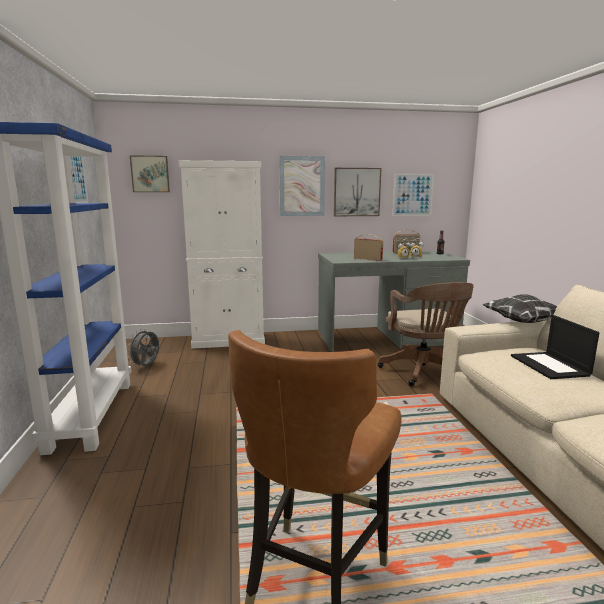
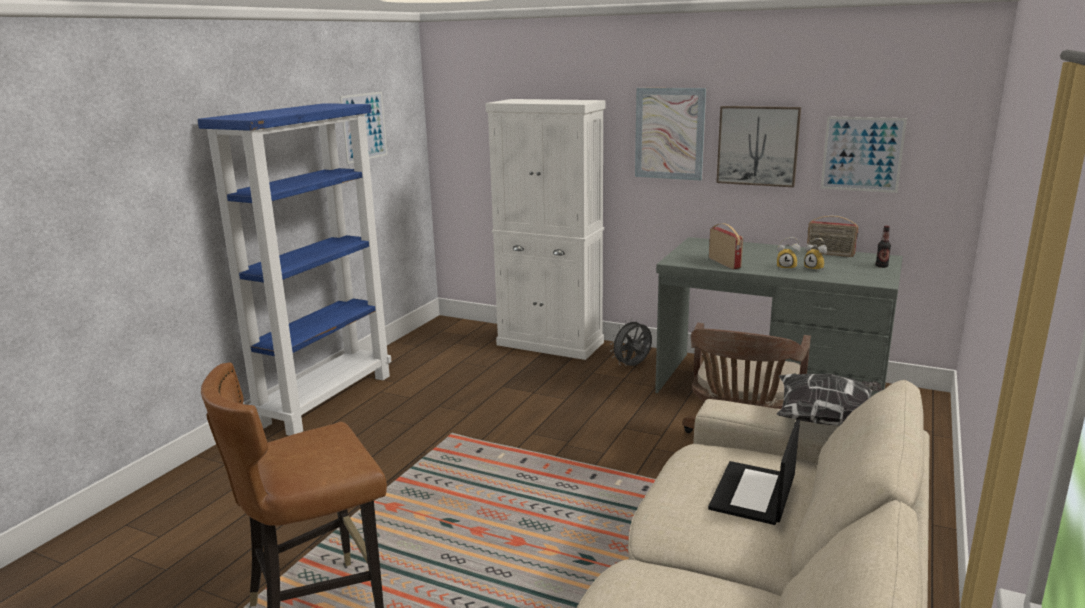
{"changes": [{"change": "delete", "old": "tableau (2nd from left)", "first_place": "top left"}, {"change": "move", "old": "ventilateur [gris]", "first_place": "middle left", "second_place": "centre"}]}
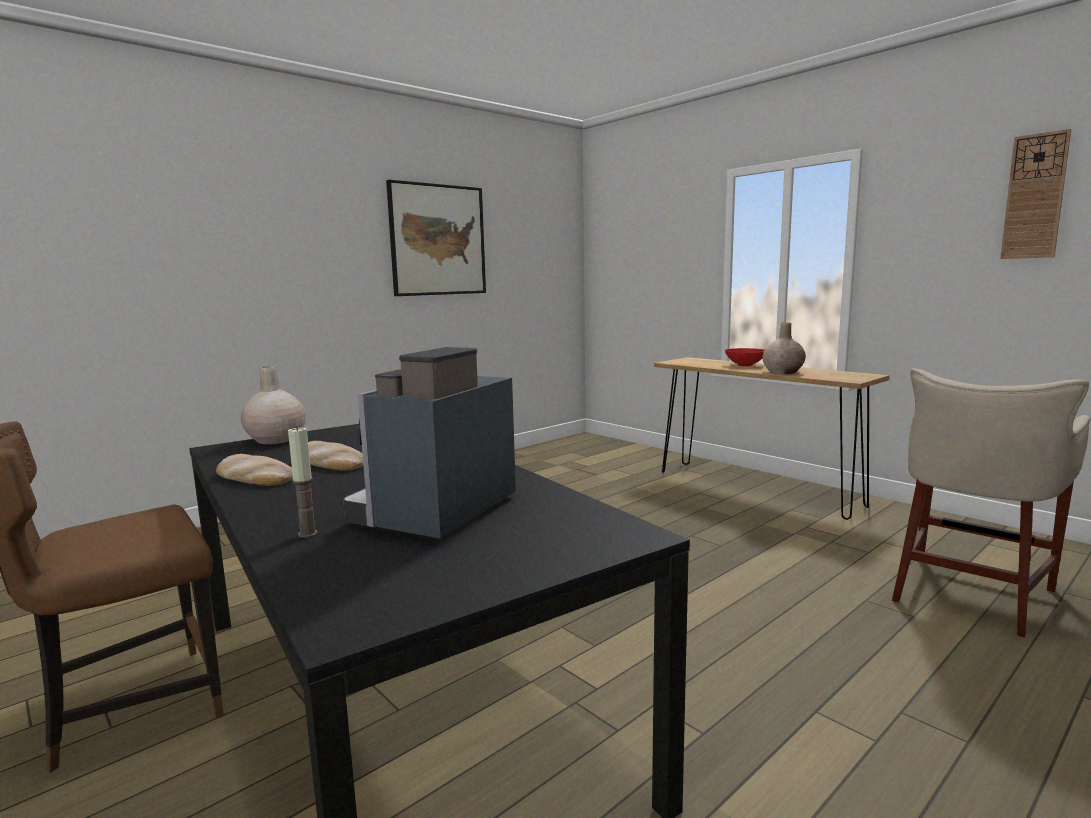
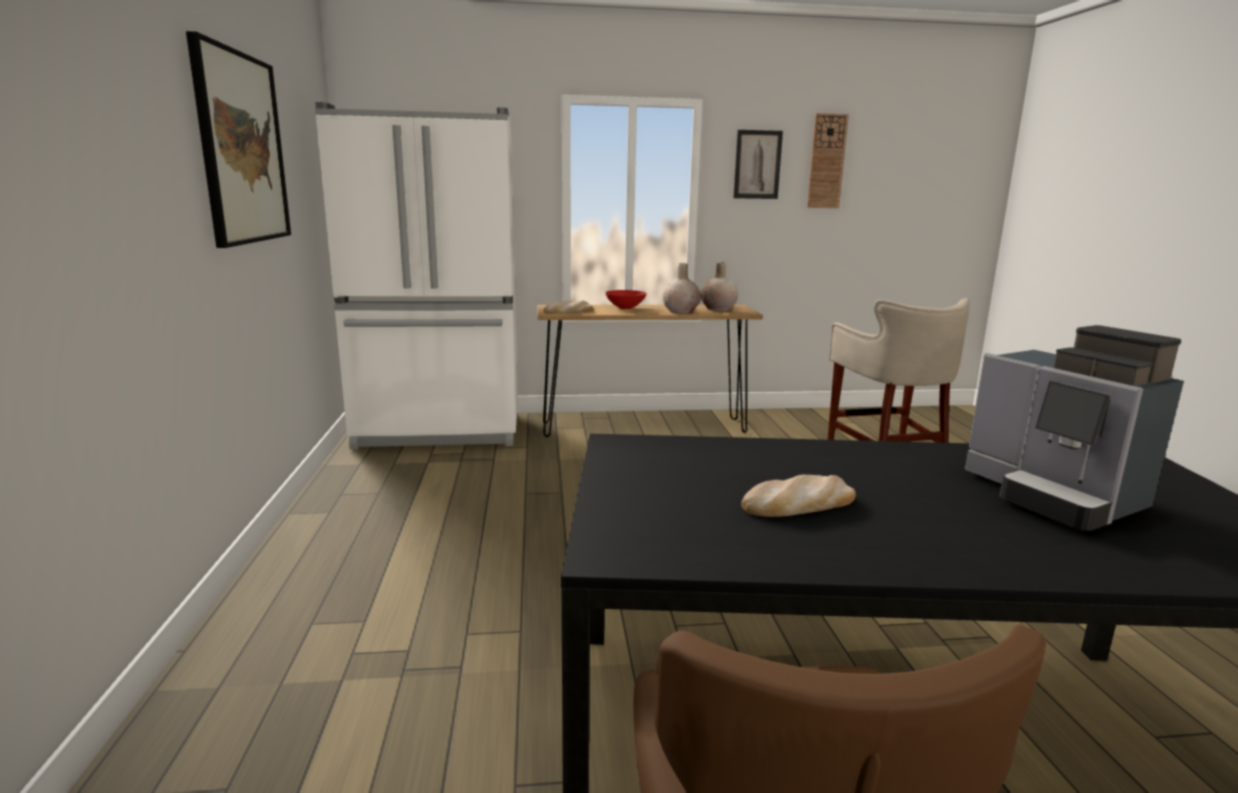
{"changes": [{"change": "delete", "old": "bougie", "first_place": "middle left"}, {"change": "insert", "new": "réfrigérateur [blanc]", "second_place": "centre"}, {"change": "insert", "new": "tableau (2nd from left)", "second_place": "top centre"}, {"change": "move", "old": "pain (1st from left)", "first_place": "middle left", "second_place": "centre"}, {"change": "move", "old": "vase [beige] (1st from left in the first image)", "new": "vase [beige] (2nd from left)", "first_place": "middle left", "second_place": "centre"}]}
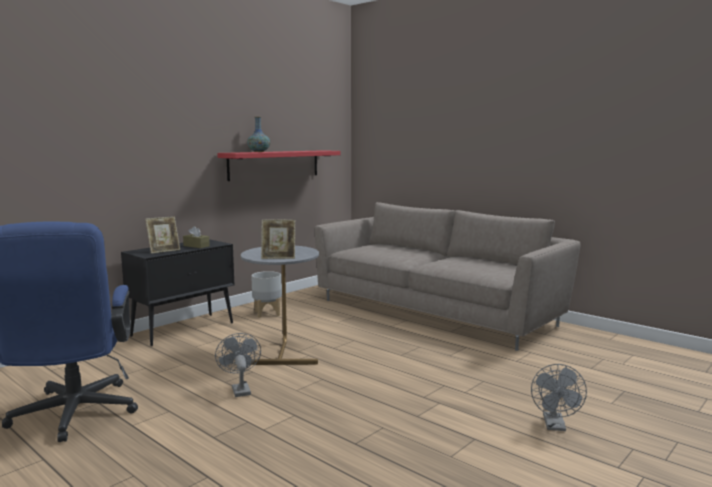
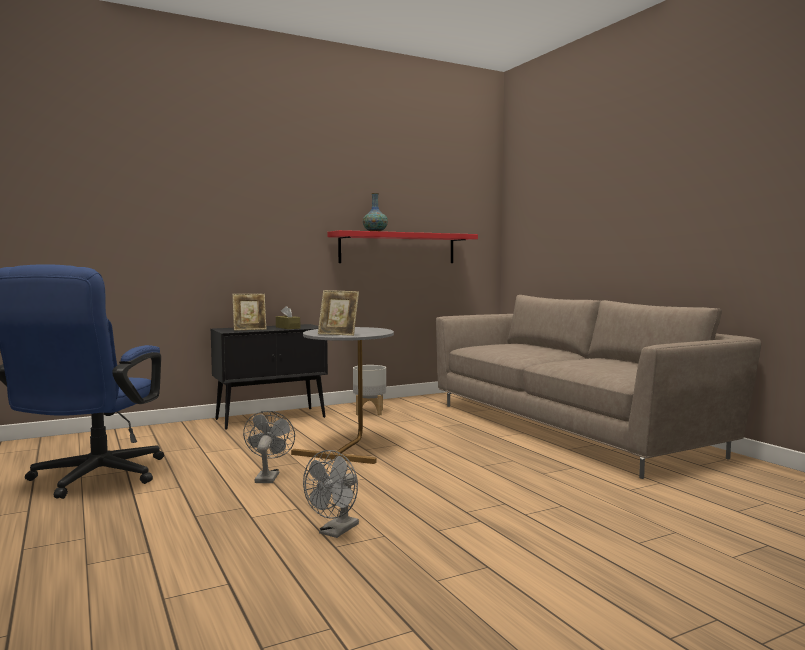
{"changes": [{"change": "move", "old": "ventilateur [gris] (2nd from left)", "first_place": "bottom right", "second_place": "bottom centre"}]}
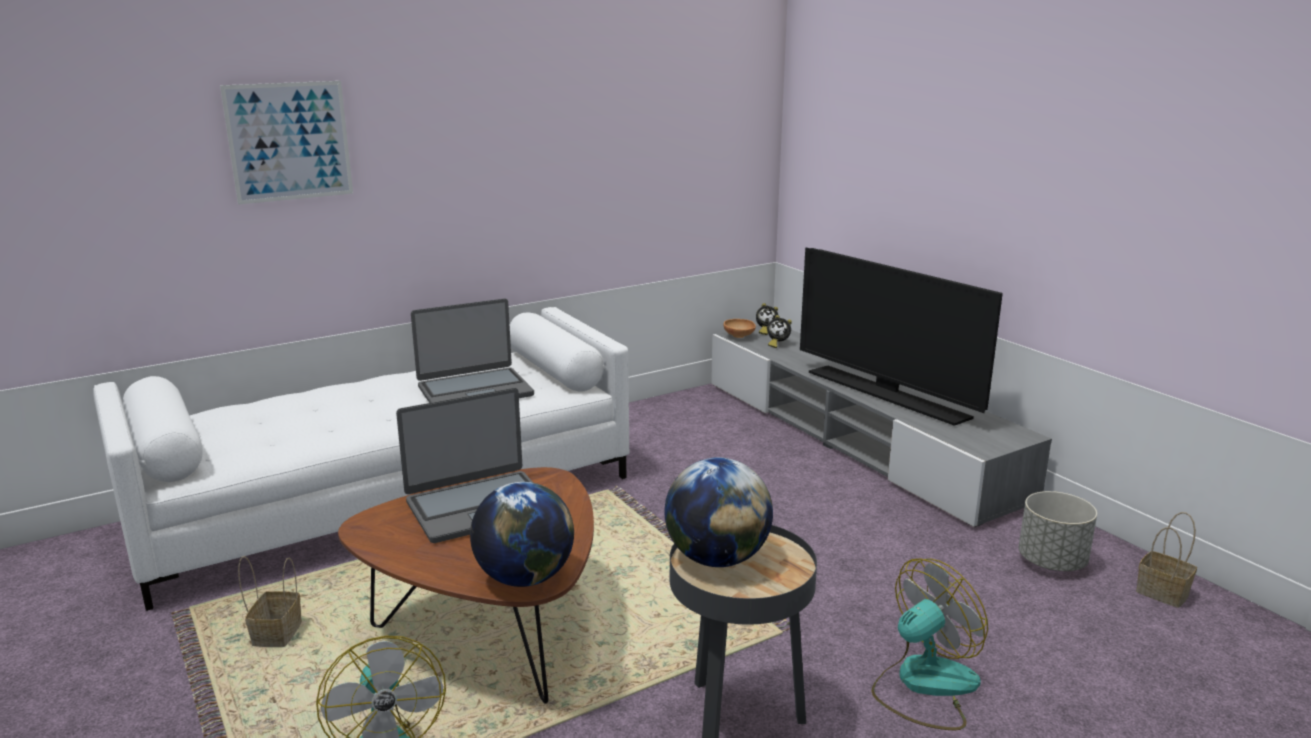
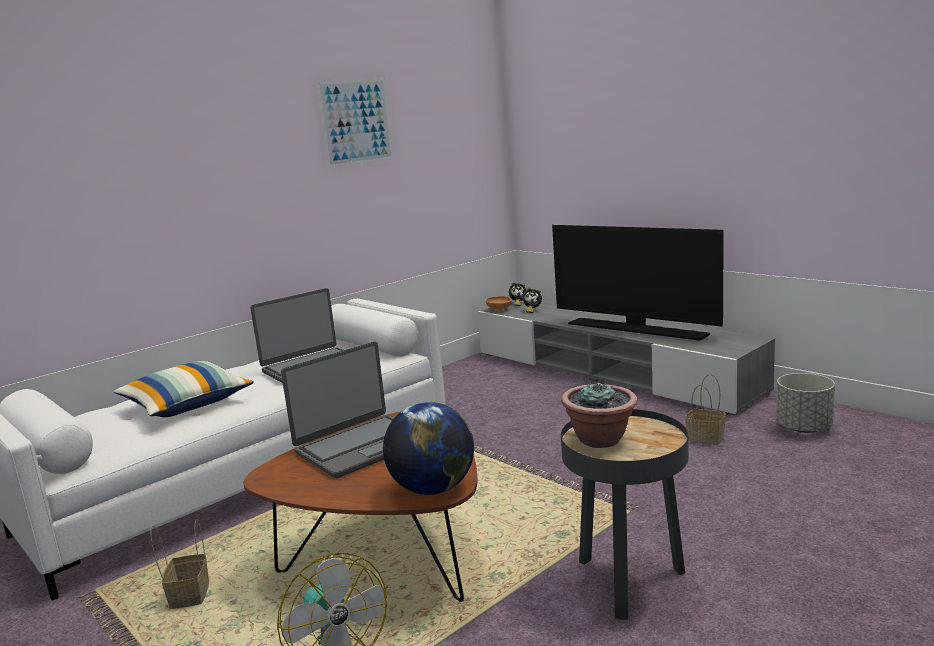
{"changes": [{"change": "delete", "old": "ventilateur (2nd from left)", "first_place": "bottom right"}, {"change": "insert", "new": "coussin", "second_place": "middle left"}, {"change": "move", "old": "tableau", "first_place": "top left", "second_place": "top centre"}, {"change": "move", "old": "panier (2nd from left)", "first_place": "bottom right", "second_place": "middle right"}, {"change": "replace", "old": "globe (2nd from left)", "new": "plante en pot", "first_place": "bottom centre", "second_place": "centre"}]}
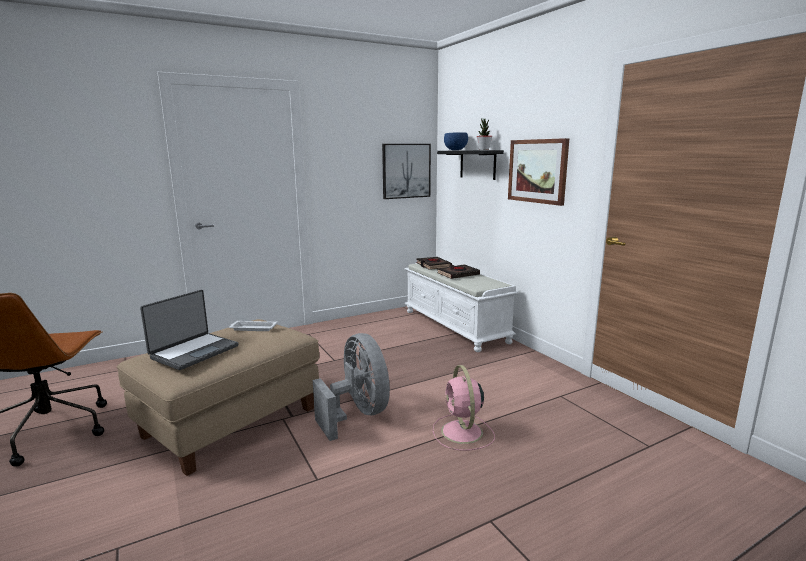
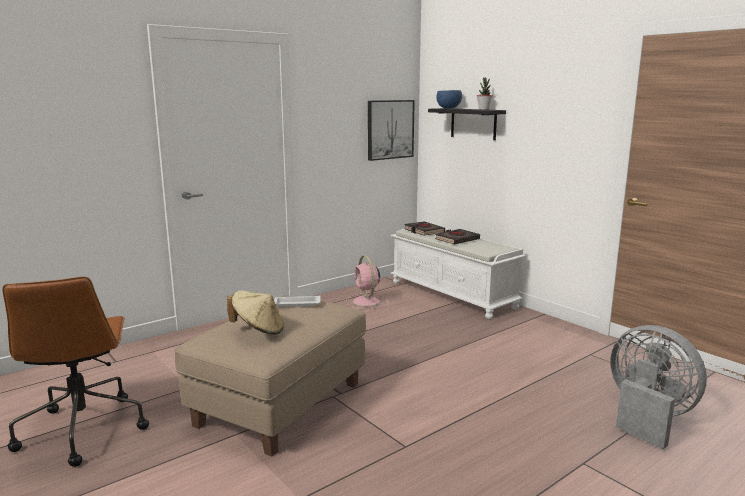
{"changes": [{"change": "delete", "old": "tableau (2nd from left)", "first_place": "top right"}, {"change": "move", "old": "ventilateur [gris]", "first_place": "bottom centre", "second_place": "bottom right"}, {"change": "move", "old": "ventilateur [rose]", "first_place": "bottom centre", "second_place": "centre"}, {"change": "replace", "old": "ordinateur portable", "new": "chapeau [beige]", "first_place": "middle left", "second_place": "centre"}]}
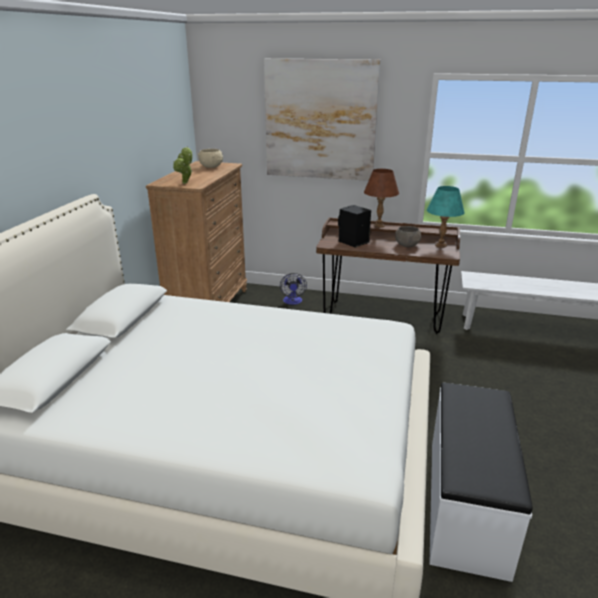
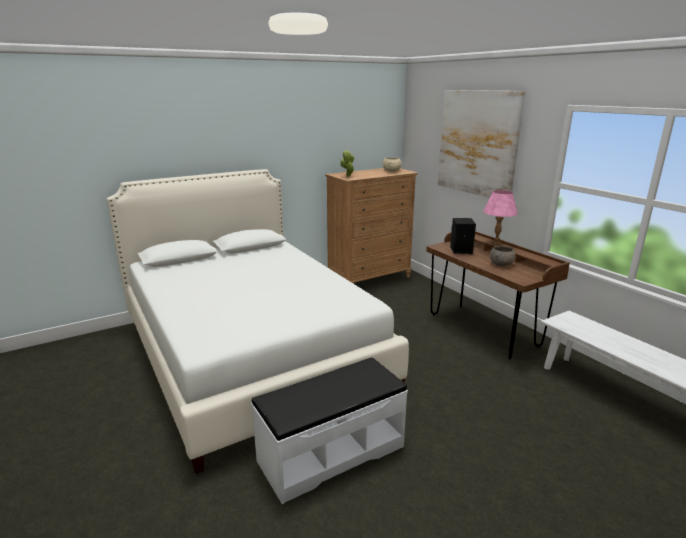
{"changes": [{"change": "delete", "old": "ventilateur", "first_place": "centre"}, {"change": "delete", "old": "lampe de table [turquoise]", "first_place": "middle right"}, {"change": "recolor", "old": "lampe de table [marron]", "new": "lampe de table [rose]", "first_place": "top centre", "second_place": "middle right"}]}
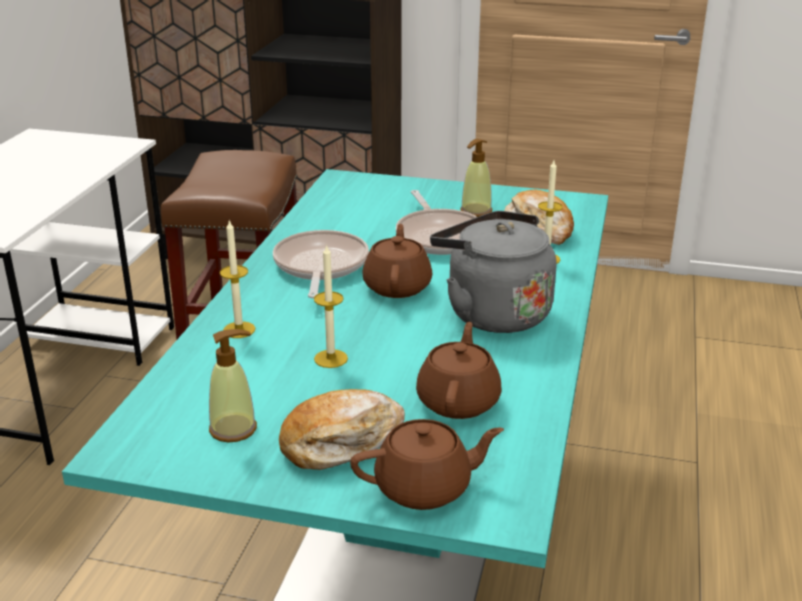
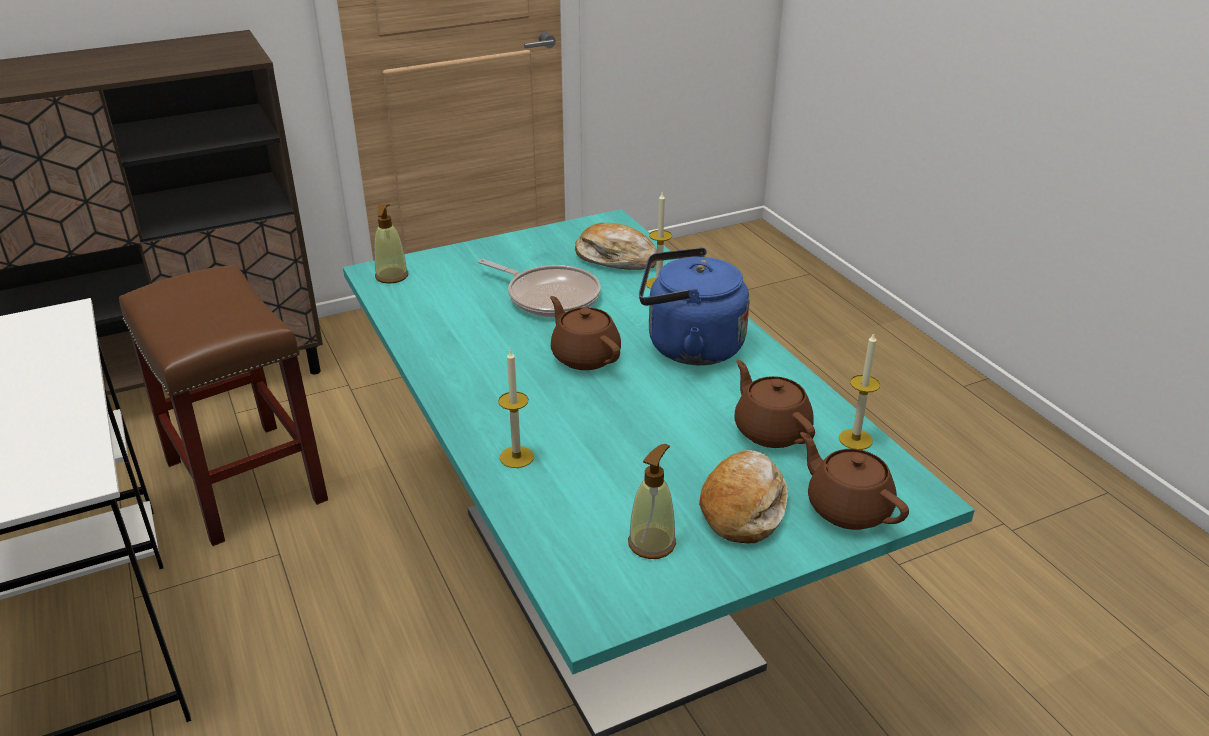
{"changes": [{"change": "delete", "old": "poêle (1st from left)", "first_place": "centre"}, {"change": "move", "old": "bougie (2nd from left in the first image)", "new": "bougie (3rd from left)", "first_place": "centre", "second_place": "middle right"}, {"change": "move", "old": "distributeur de savon (2nd from left in the first image)", "new": "distributeur de savon (1st from left)", "first_place": "top centre", "second_place": "top left"}, {"change": "recolor", "old": "bouilloire [gris]", "new": "bouilloire [bleu]", "first_place": "centre", "second_place": "centre"}, {"change": "rotate", "old": "théière [marron] (2nd from left in the first image)", "first_place": "bottom centre", "second_place": "middle right", "degrees": -75}]}
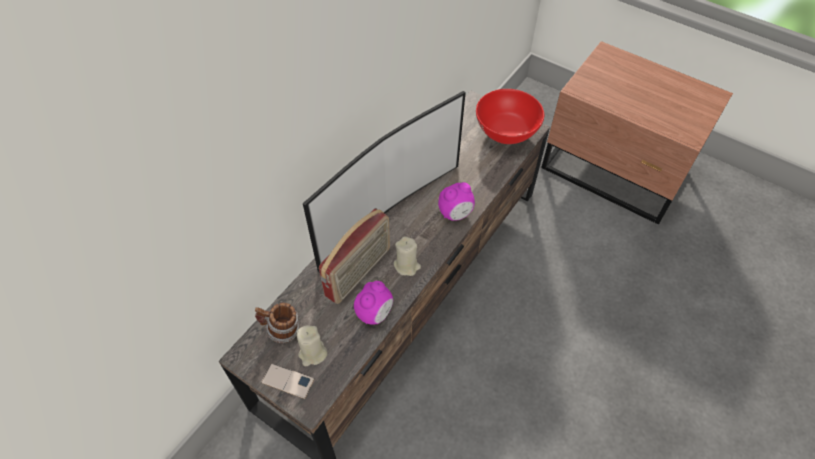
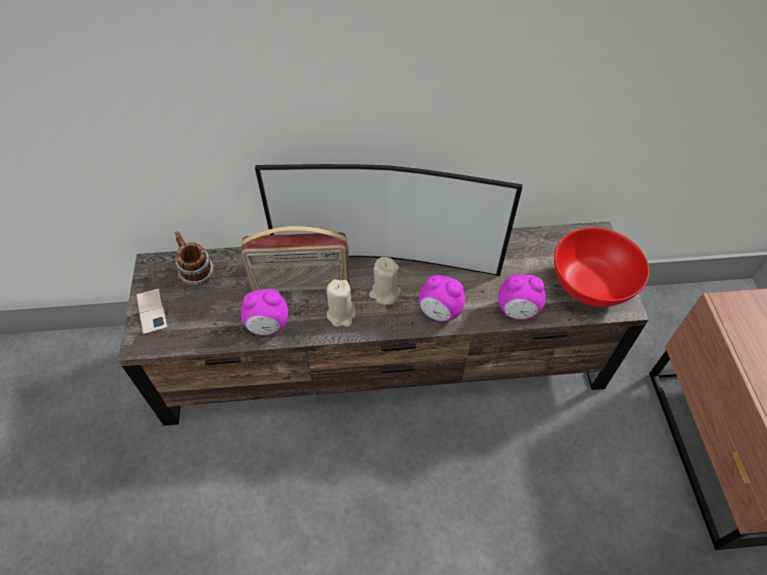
{"changes": [{"change": "insert", "new": "réveil (3rd from left)", "second_place": "middle right"}, {"change": "move", "old": "bougie [beige] (1st from left in the first image)", "new": "bougie [beige] (2nd from left)", "first_place": "bottom centre", "second_place": "centre"}]}
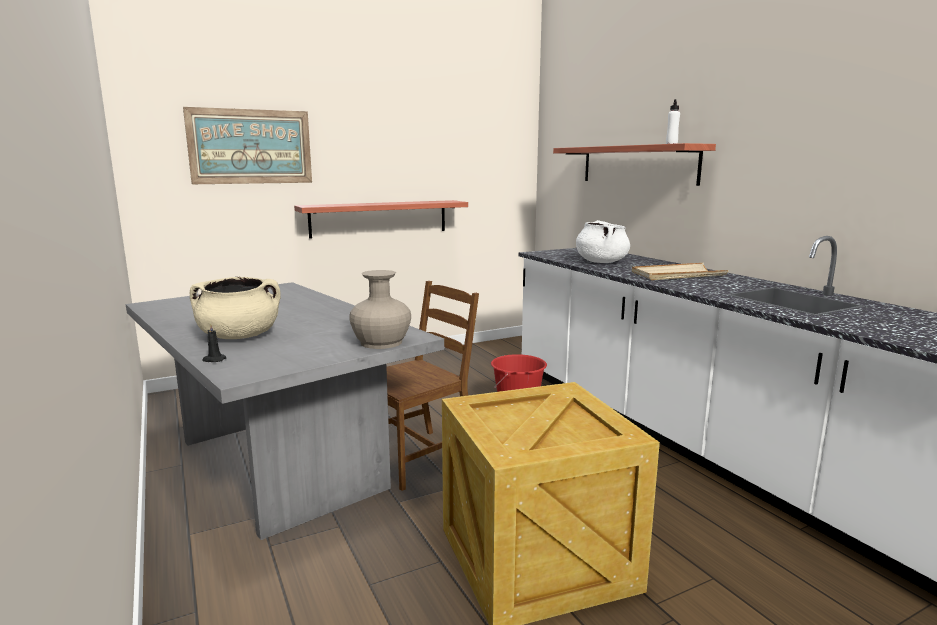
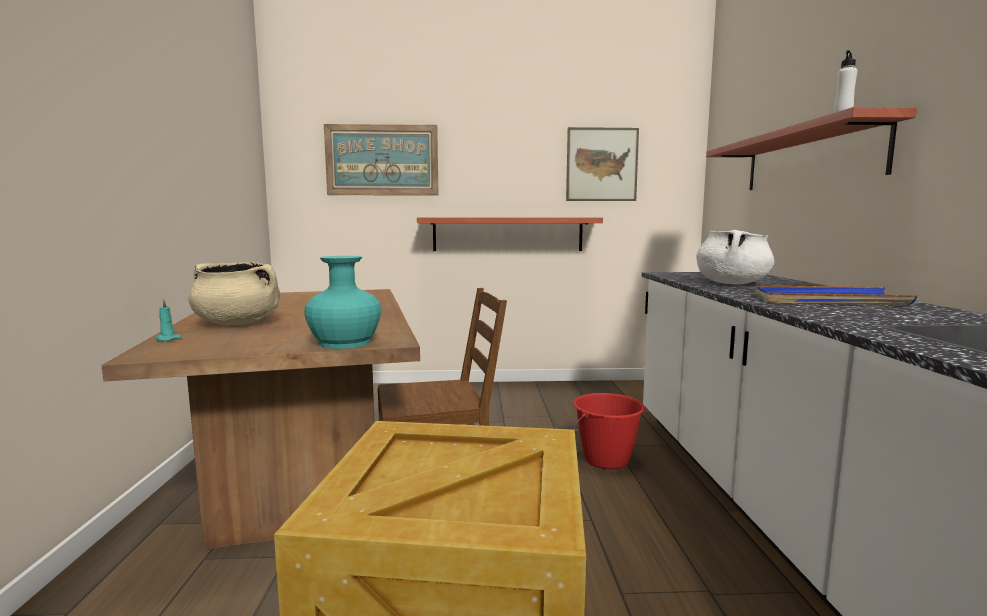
{"changes": [{"change": "insert", "new": "tableau (2nd from left)", "second_place": "top centre"}, {"change": "recolor", "old": "table à manger [gris]", "new": "table à manger [marron]", "first_place": "middle left", "second_place": "bottom left"}, {"change": "recolor", "old": "bougie [noir]", "new": "bougie [turquoise]", "first_place": "middle left", "second_place": "middle left"}, {"change": "recolor", "old": "vase [beige]", "new": "vase [turquoise]", "first_place": "centre", "second_place": "centre"}, {"change": "recolor", "old": "plateau [beige]", "new": "plateau [bleu]", "first_place": "middle right", "second_place": "middle right"}]}
